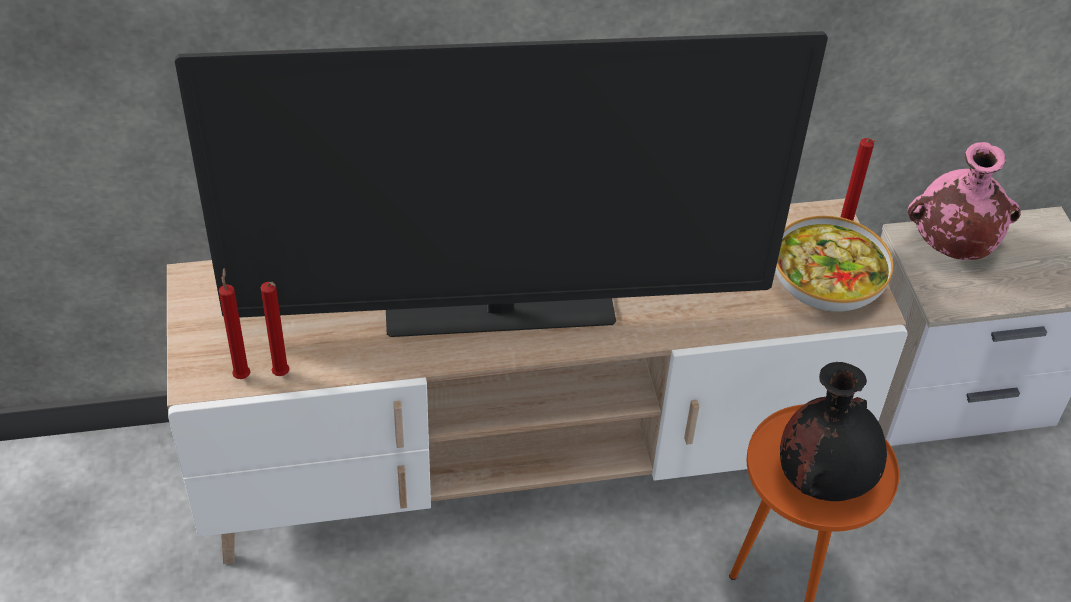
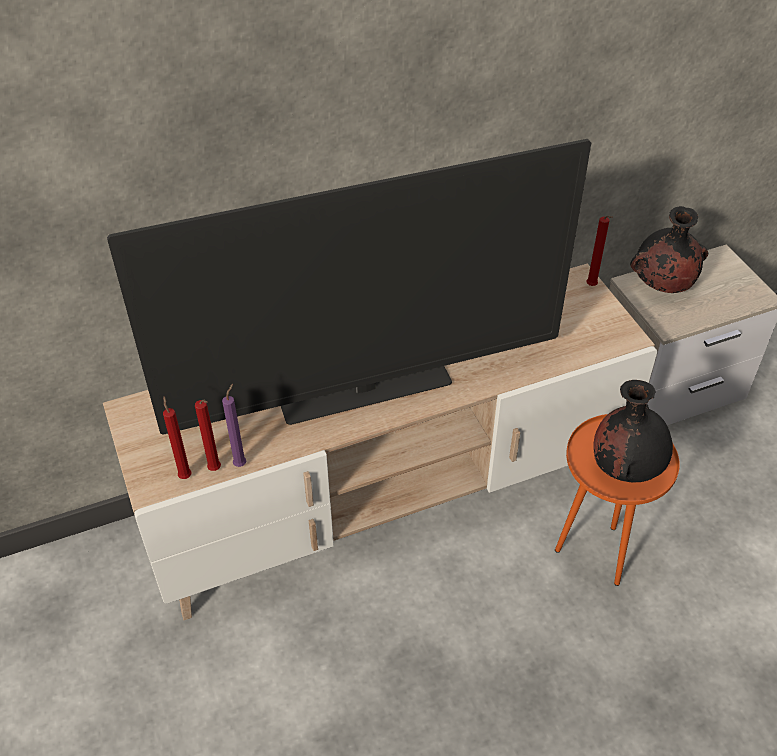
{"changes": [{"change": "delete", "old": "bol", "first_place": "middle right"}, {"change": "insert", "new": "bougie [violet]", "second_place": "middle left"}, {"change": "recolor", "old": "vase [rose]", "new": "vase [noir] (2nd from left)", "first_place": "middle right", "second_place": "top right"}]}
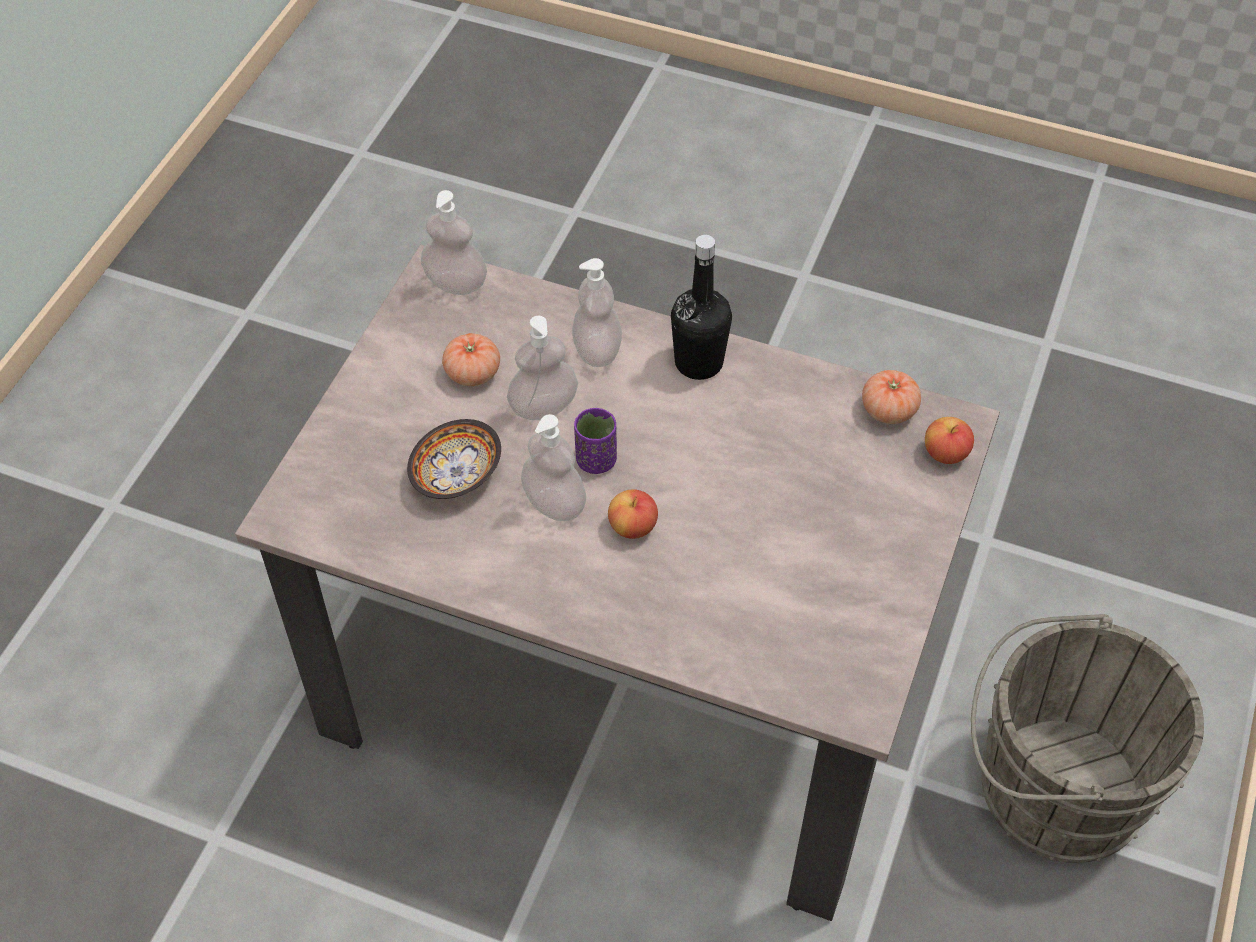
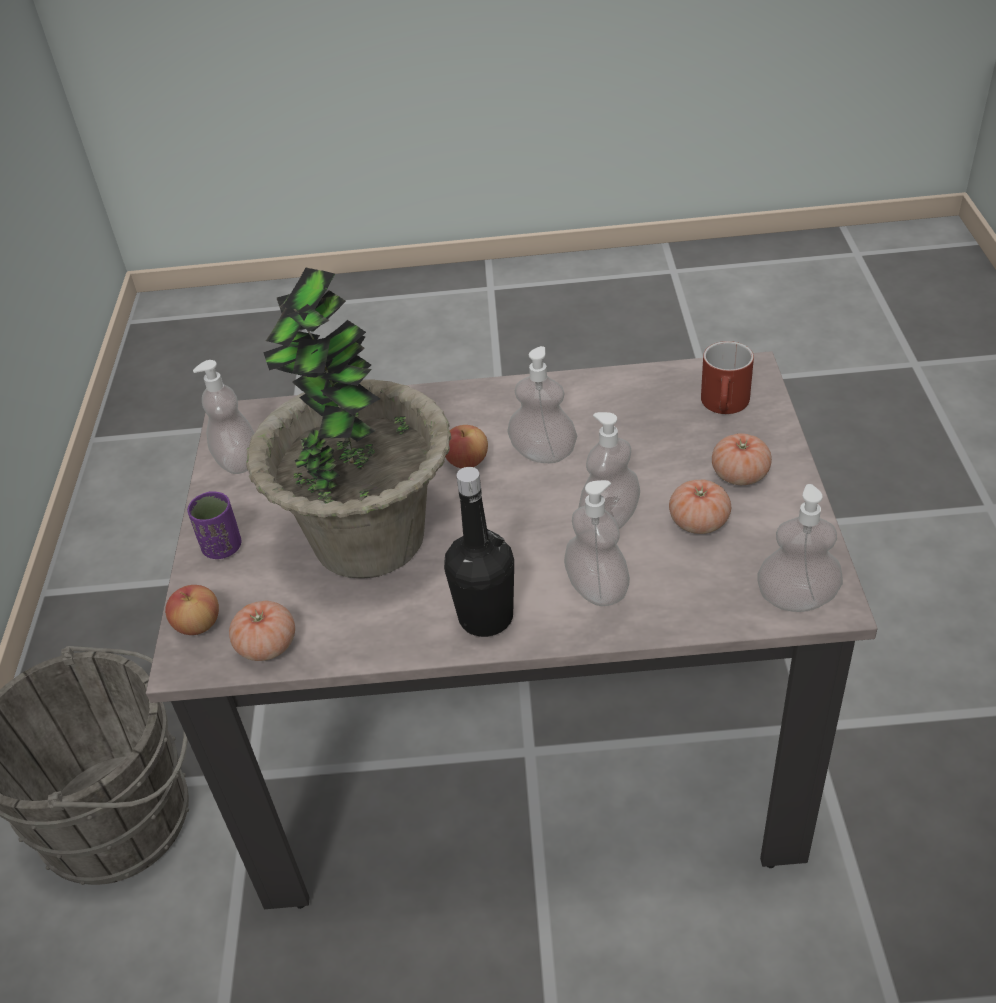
{"changes": [{"change": "delete", "old": "bol", "first_place": "centre"}, {"change": "insert", "new": "distributeur de savon (1st from left)", "second_place": "middle left"}, {"change": "insert", "new": "plante en pot", "second_place": "centre"}, {"change": "insert", "new": "mug [rouge]", "second_place": "middle right"}, {"change": "insert", "new": "tomate (3rd from left)", "second_place": "middle right"}, {"change": "move", "old": "tasse [violet]", "first_place": "centre", "second_place": "middle left"}]}
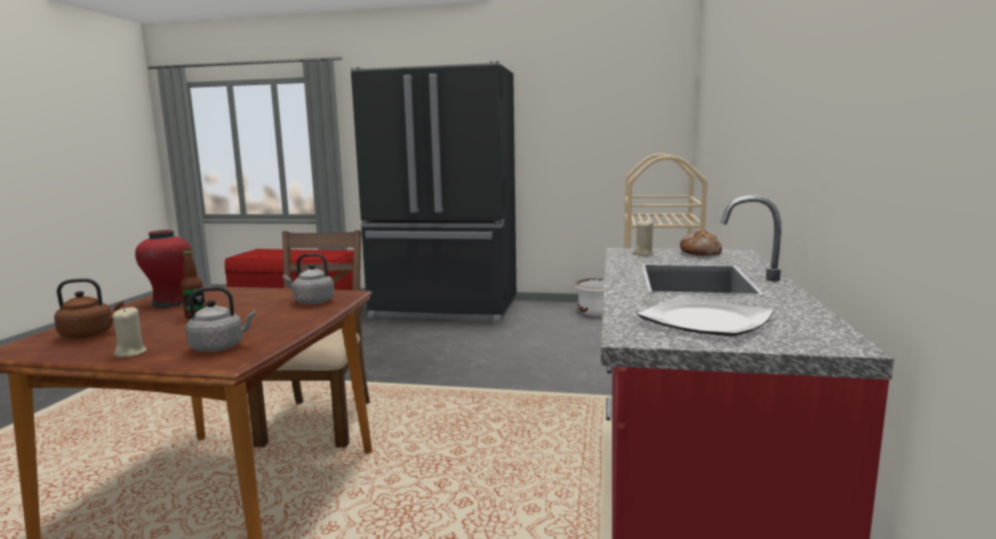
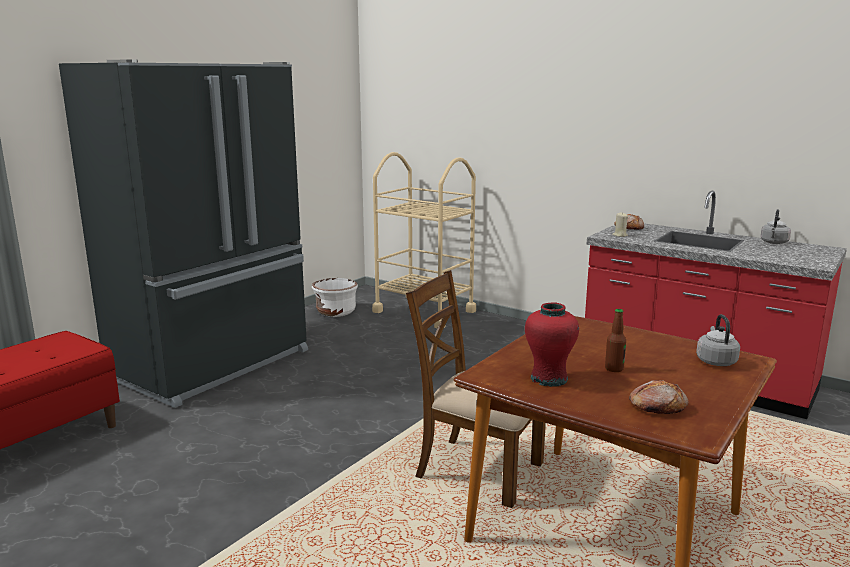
{"changes": [{"change": "delete", "old": "bougie [beige] (1st from left)", "first_place": "middle left"}, {"change": "delete", "old": "assiette", "first_place": "middle right"}, {"change": "move", "old": "bouilloire [gris] (2nd from left)", "first_place": "middle left", "second_place": "middle right"}, {"change": "replace", "old": "bouilloire [marron]", "new": "pain (2nd from left)", "first_place": "middle left", "second_place": "bottom right"}]}
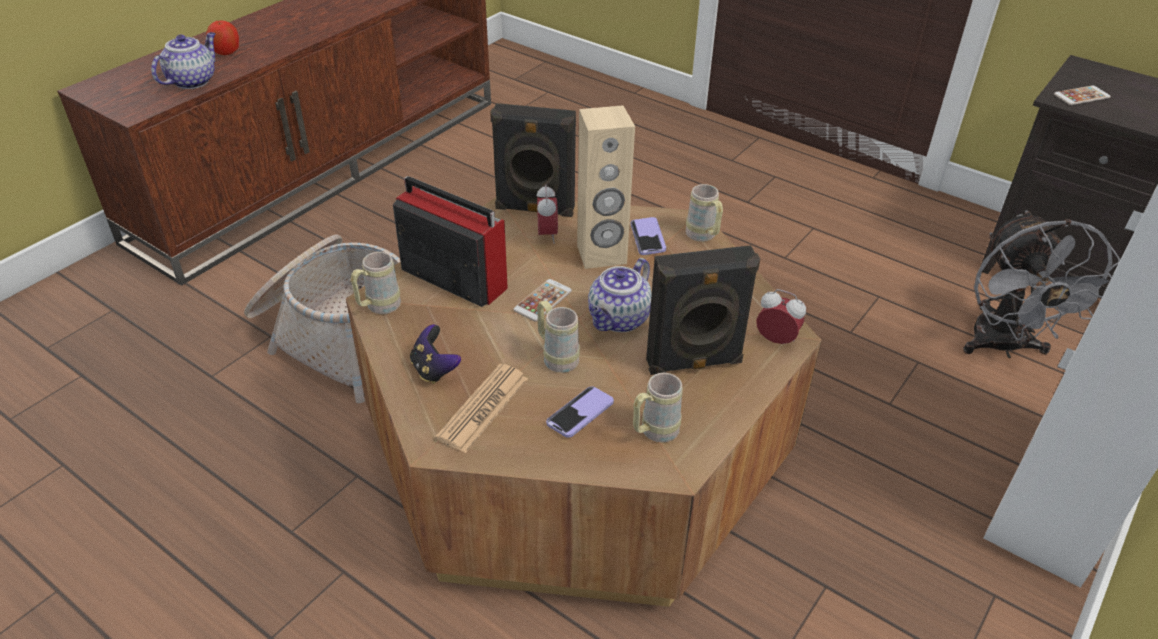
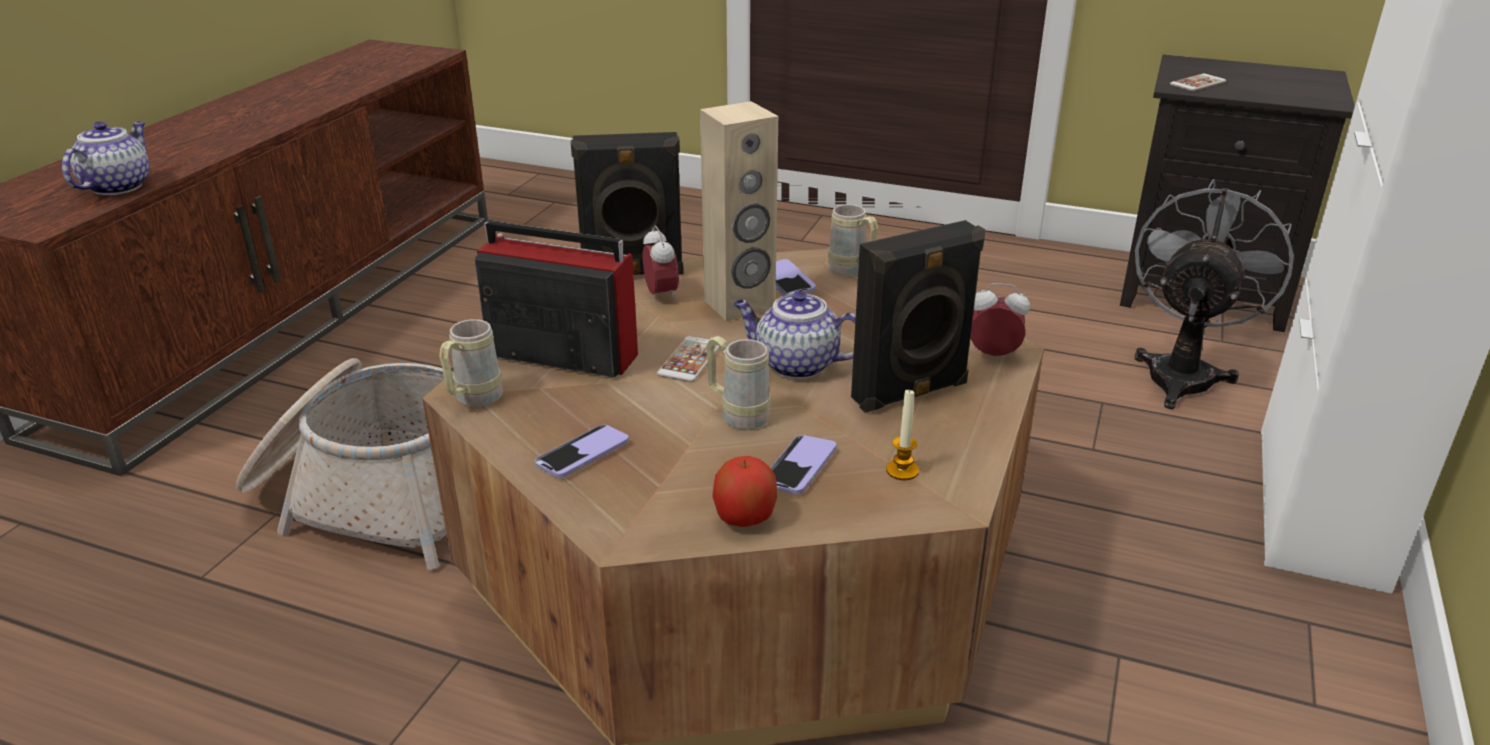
{"changes": [{"change": "delete", "old": "journal", "first_place": "centre"}, {"change": "move", "old": "pomme", "first_place": "top left", "second_place": "centre"}, {"change": "replace", "old": "manette", "new": "téléphone (1st from left)", "first_place": "centre", "second_place": "centre"}, {"change": "replace", "old": "mug [beige] (3rd from left)", "new": "bougie", "first_place": "centre", "second_place": "centre"}, {"change": "rotate", "old": "théière (2nd from left)", "first_place": "centre", "second_place": "centre", "degrees": 90}, {"change": "rotate", "old": "ventilateur [gris]", "first_place": "middle right", "second_place": "middle right", "degrees": -135}]}
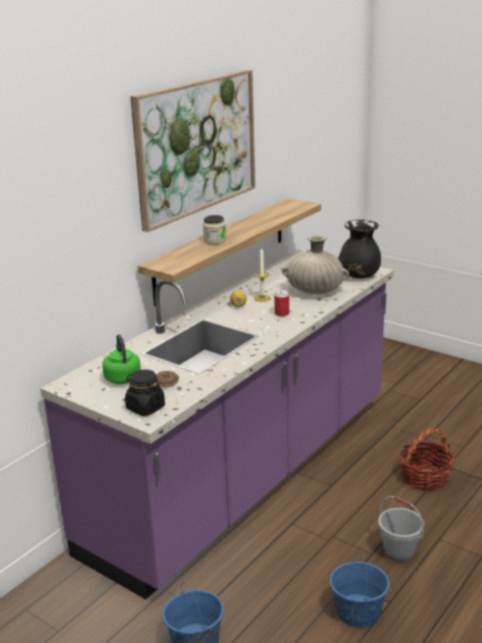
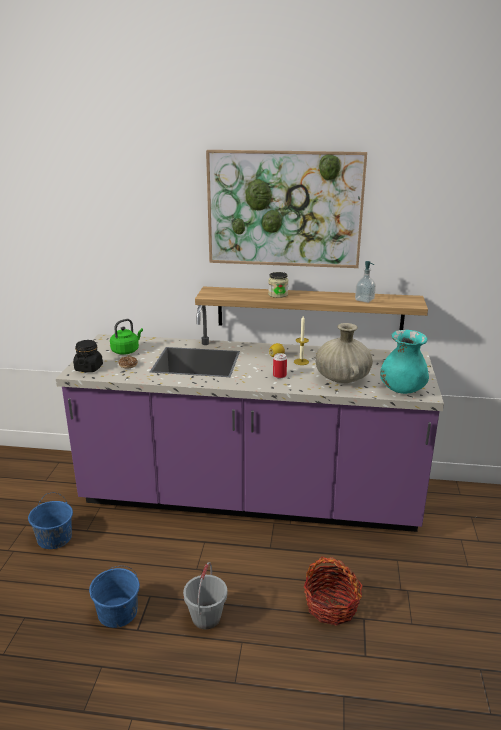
{"changes": [{"change": "insert", "new": "distributeur de savon", "second_place": "middle right"}, {"change": "recolor", "old": "vase [noir]", "new": "vase [turquoise]", "first_place": "middle right", "second_place": "middle right"}]}
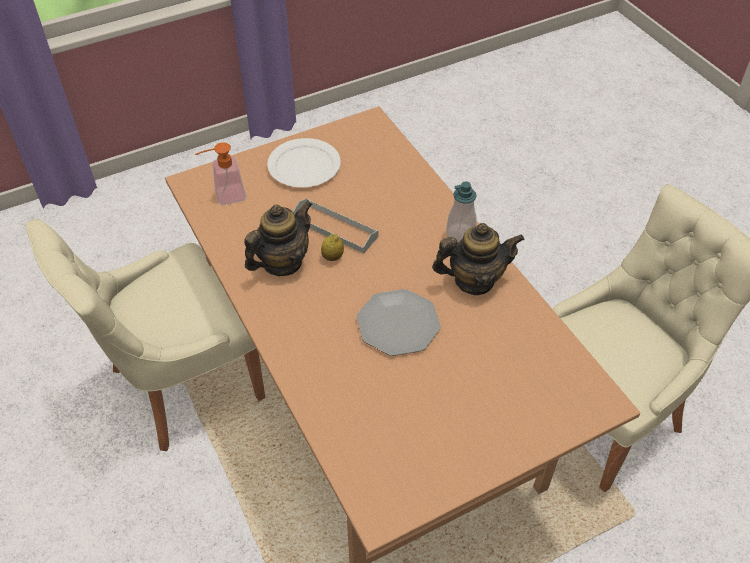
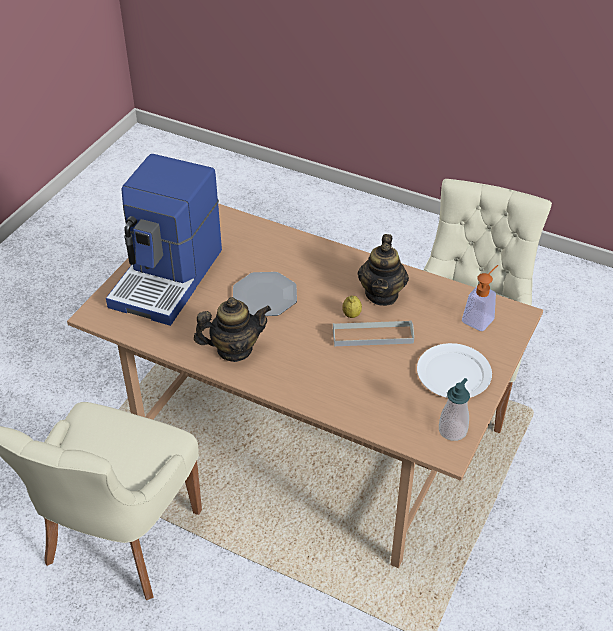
{"changes": [{"change": "insert", "new": "machine à café", "second_place": "middle left"}, {"change": "move", "old": "distributeur de savon (2nd from left in the first image)", "new": "distributeur de savon (1st from left)", "first_place": "centre", "second_place": "middle right"}, {"change": "rotate", "old": "théière (2nd from left in the first image)", "first_place": "centre", "second_place": "centre", "degrees": -150}]}
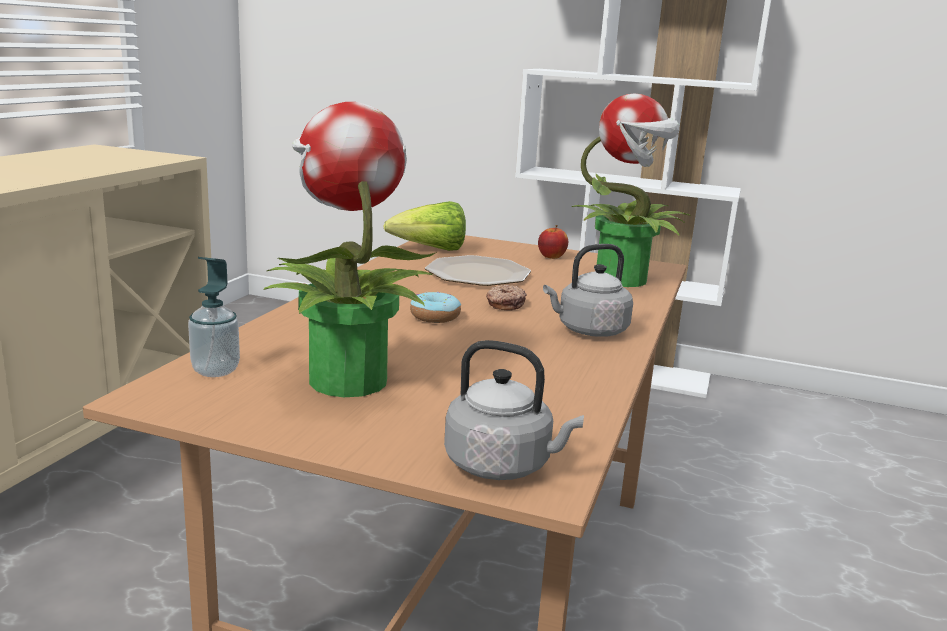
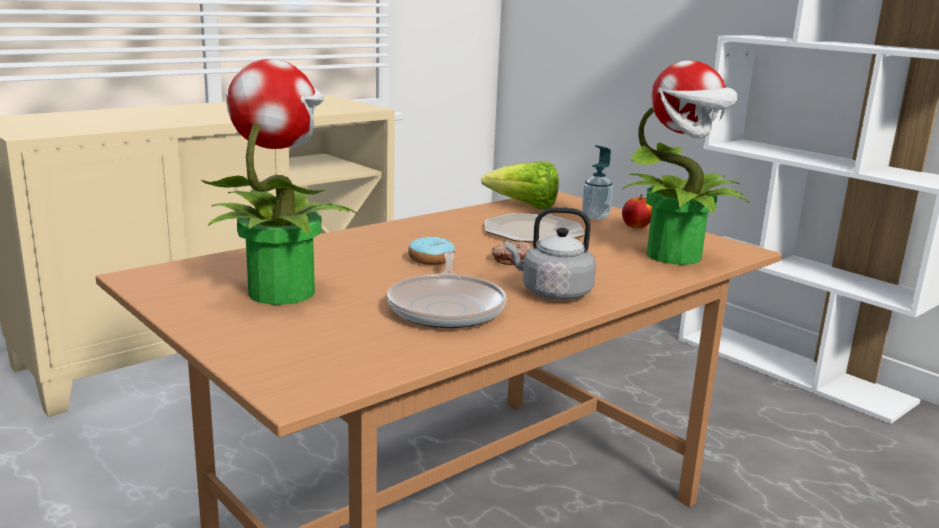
{"changes": [{"change": "delete", "old": "bouilloire [gris] (1st from left)", "first_place": "centre"}, {"change": "insert", "new": "poêle", "second_place": "centre"}, {"change": "move", "old": "distributeur de savon", "first_place": "middle left", "second_place": "centre"}]}
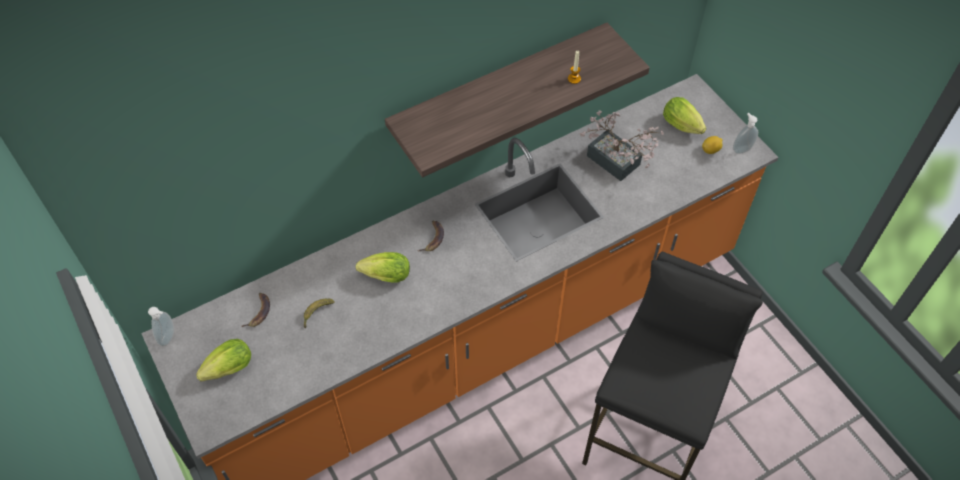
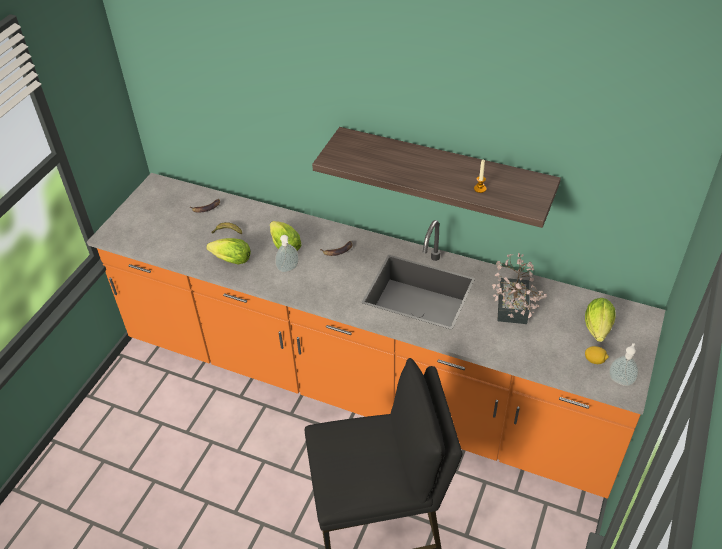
{"changes": [{"change": "move", "old": "distributeur de savon (1st from left)", "first_place": "bottom left", "second_place": "centre"}, {"change": "move", "old": "laitue (1st from left)", "first_place": "bottom left", "second_place": "middle left"}]}
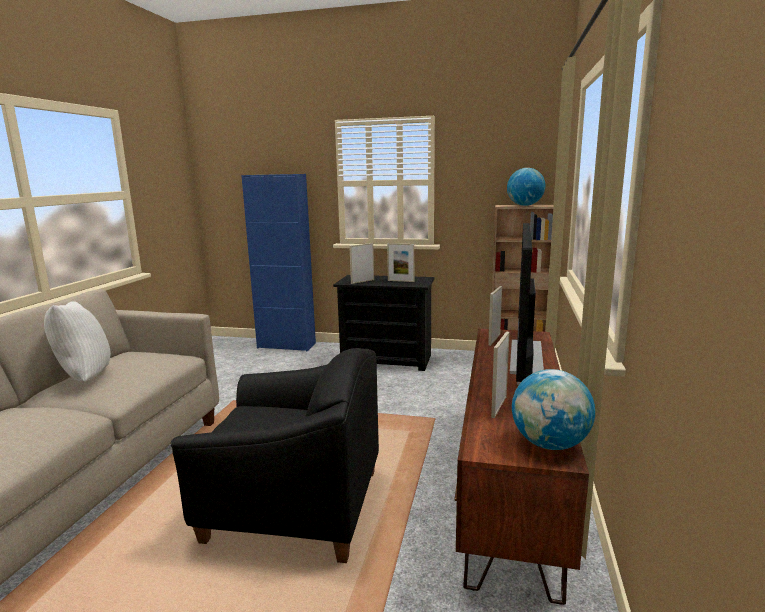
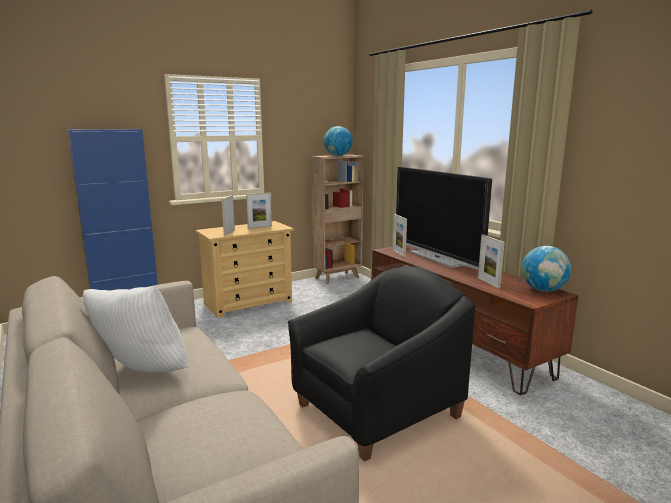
{"changes": [{"change": "recolor", "old": "commode [noir]", "new": "commode [beige]", "first_place": "centre", "second_place": "centre"}]}
